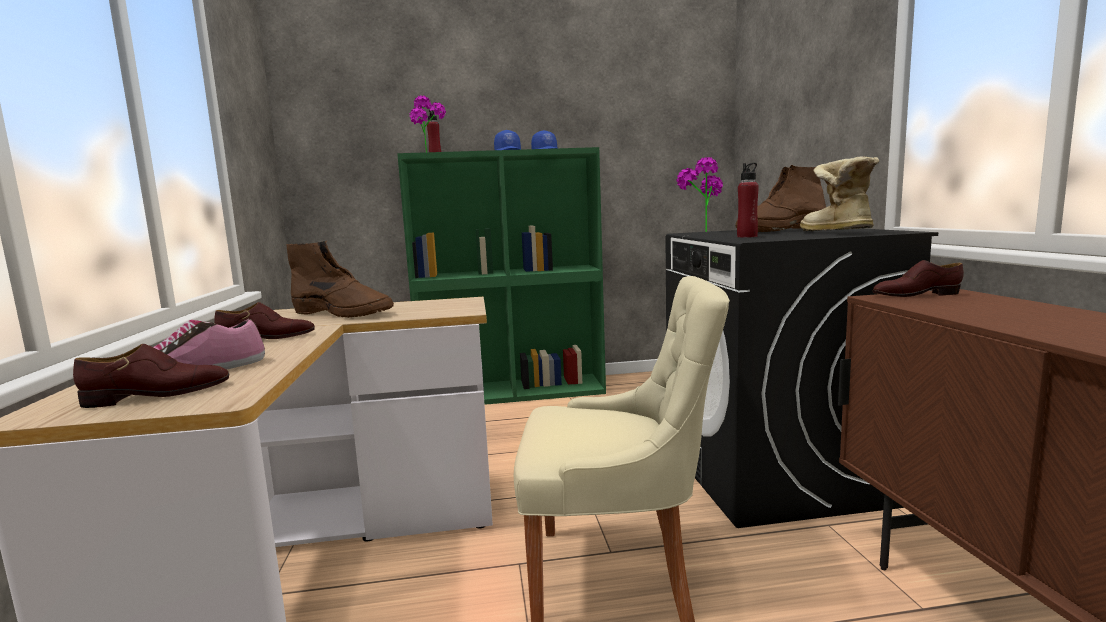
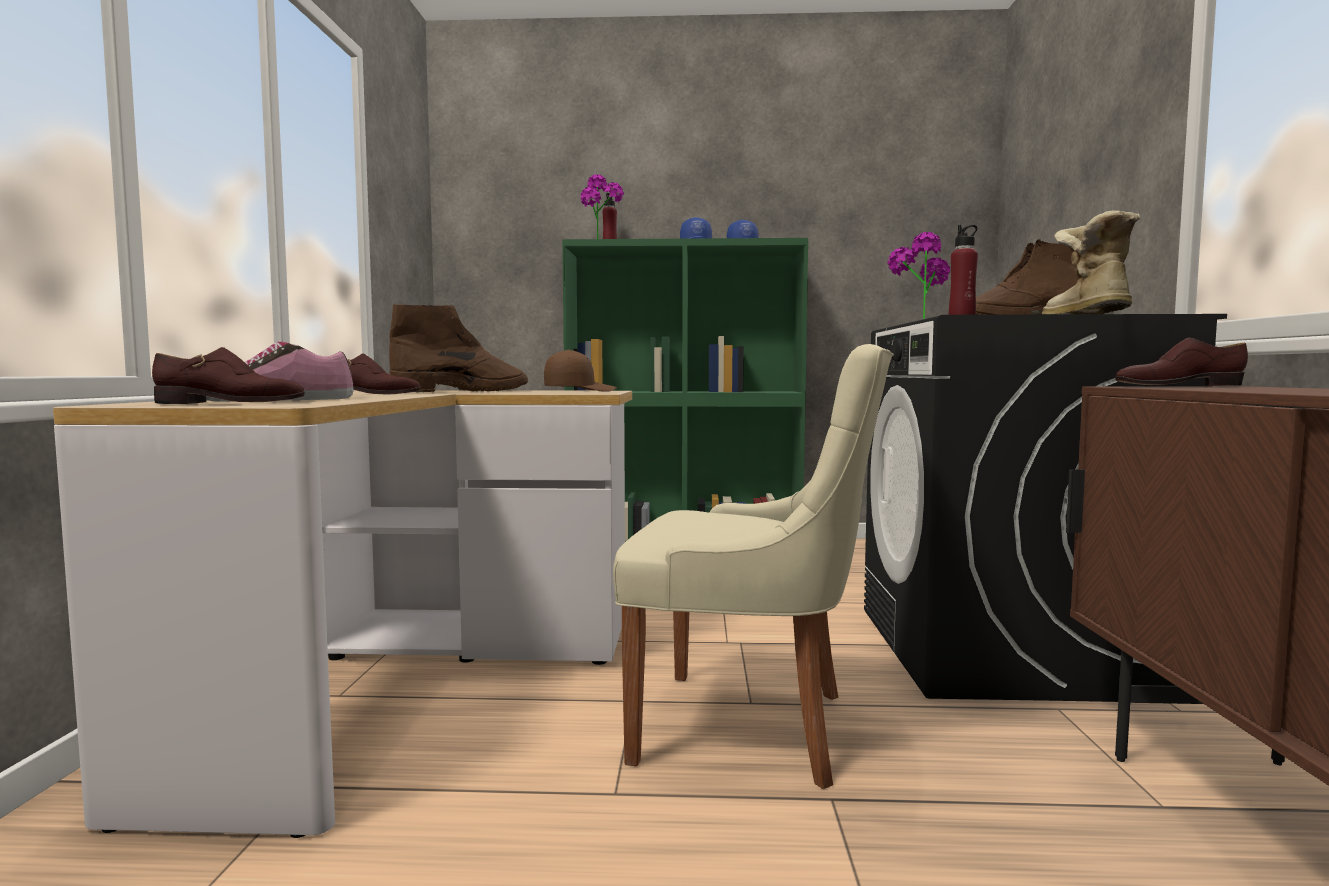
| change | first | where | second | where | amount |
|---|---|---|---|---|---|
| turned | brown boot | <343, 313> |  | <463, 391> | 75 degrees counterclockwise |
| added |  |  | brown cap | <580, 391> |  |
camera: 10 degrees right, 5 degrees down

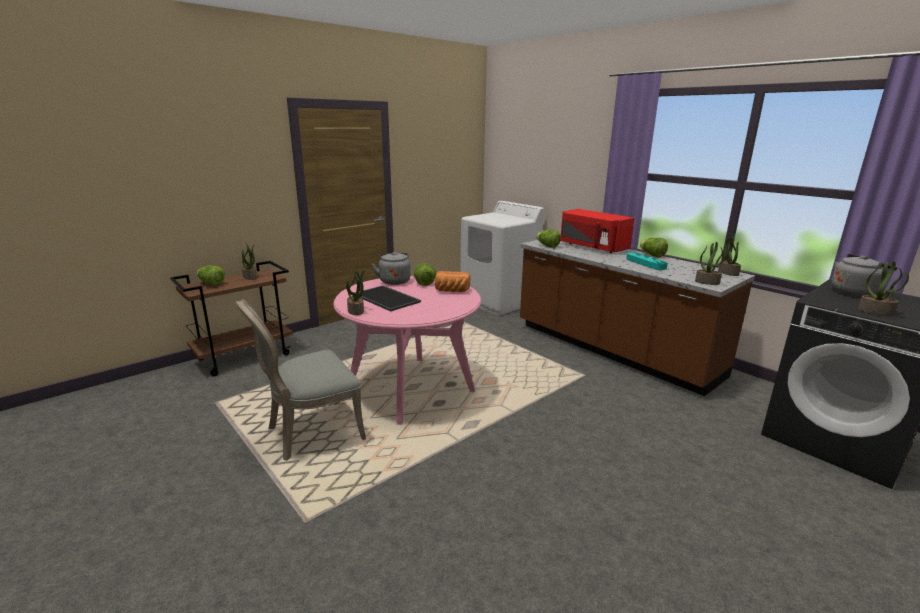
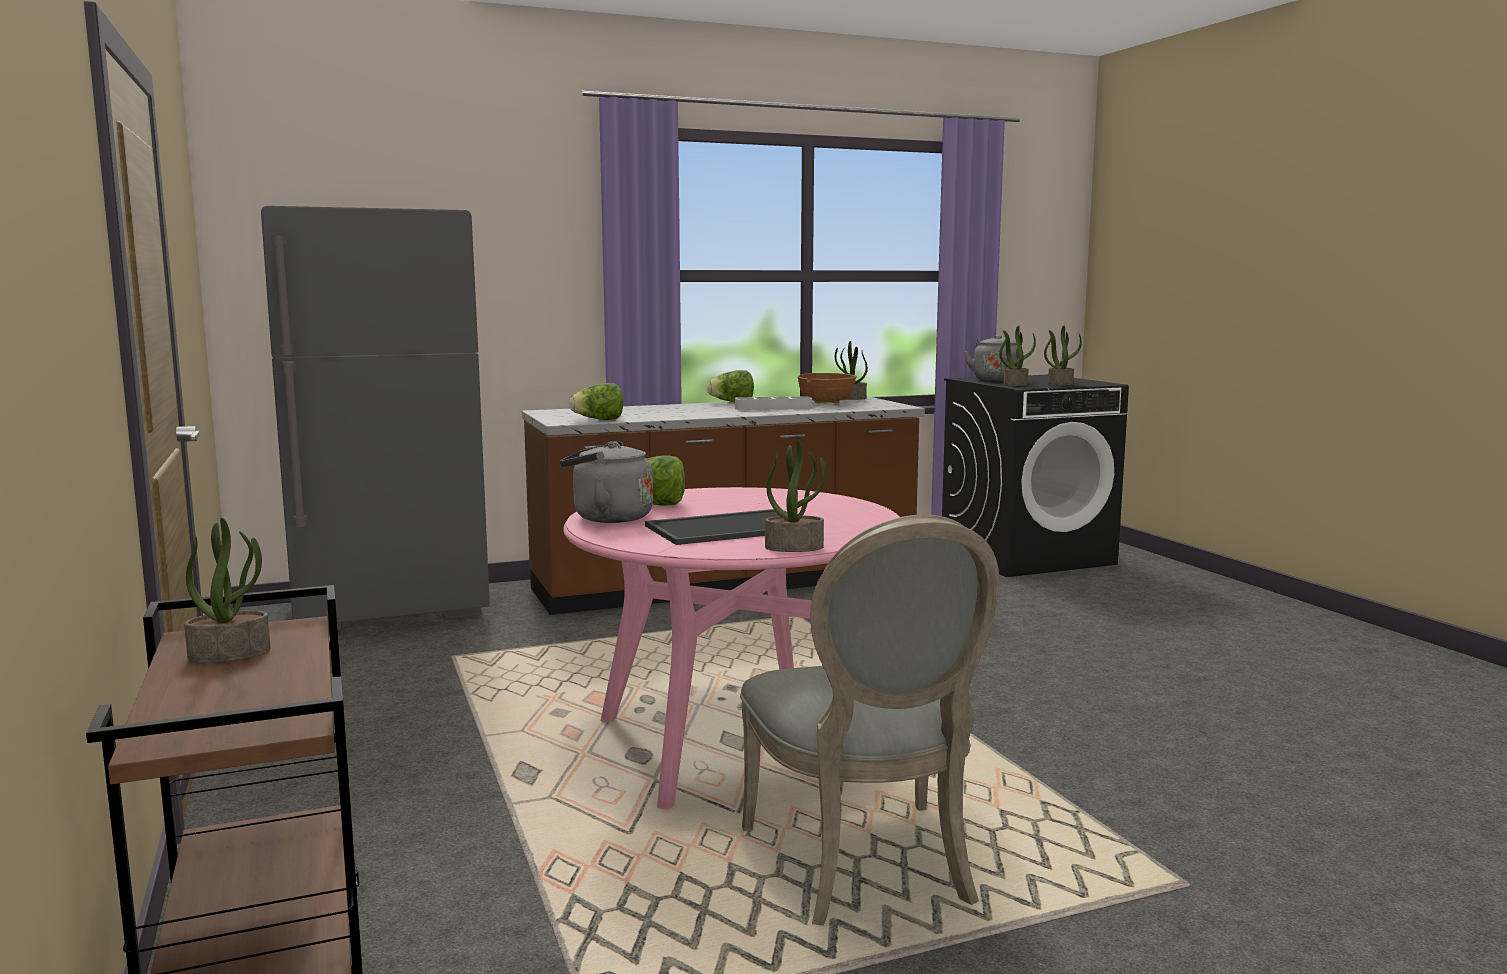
| change | first | where | second | where | amount |
|---|---|---|---|---|---|
| removed | lettuce | <211, 284> |  |  |  |
| removed | bread | <451, 291> |  |  |  |
| replaced | white washing machine | <499, 302> | grey fridge | <391, 613> |  |
| removed | red microwave | <592, 247> |  |  |  |
| recoloured | turquoise tray | <645, 264> | grey tray | <773, 408> |  |
| moved | potted plant | <707, 282> |  | <1015, 384> |  |
| added |  |  | brown bowl | <826, 403> |  |
camera: 70 degrees left, 10 degrees down

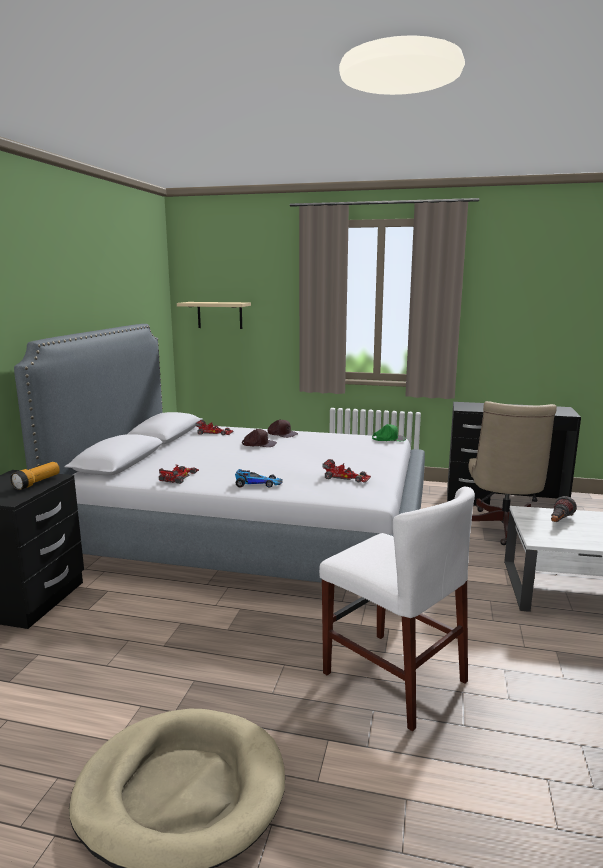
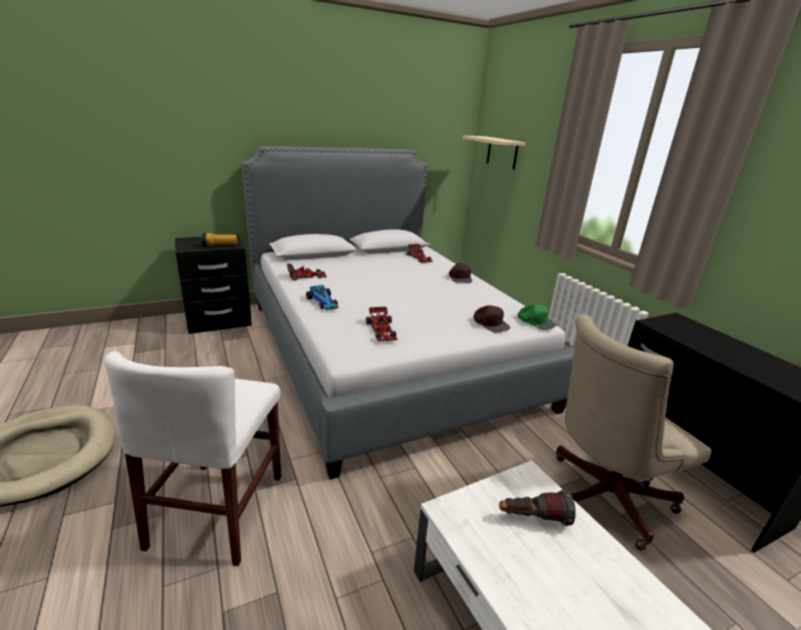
| change | first | where | second | where | amount |
|---|---|---|---|---|---|
| moved | brown cap | <259, 444> |  | <490, 323> |  |
camera: 50 degrees right, 10 degrees up

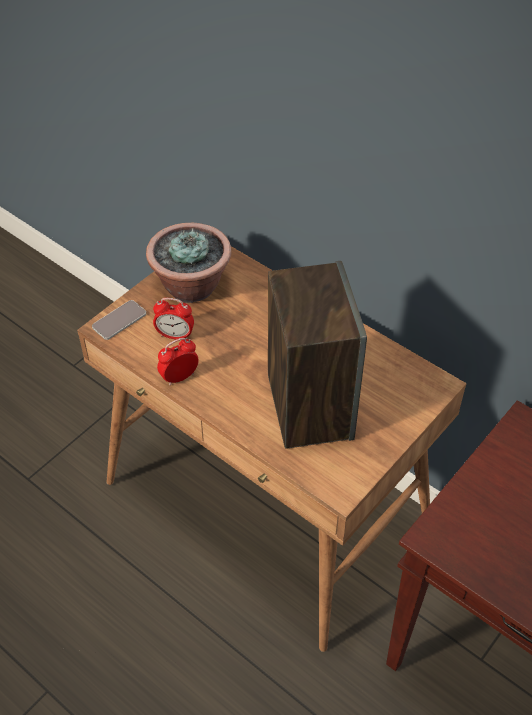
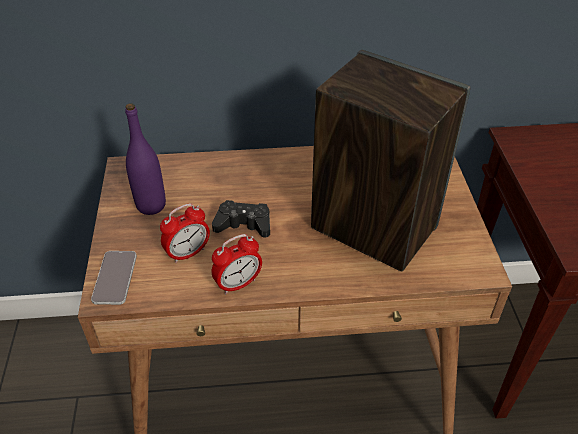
| change | first | where | second | where | amount |
|---|---|---|---|---|---|
| replaced | potted plant | <191, 287> | purple bottle | <151, 205> |  |
| turned | alarm clock | <179, 377> |  | <238, 284> | 135 degrees counterclockwise |
| added |  |  | black game controller | <244, 224> |  |
camera: 45 degrees left, 5 degrees down

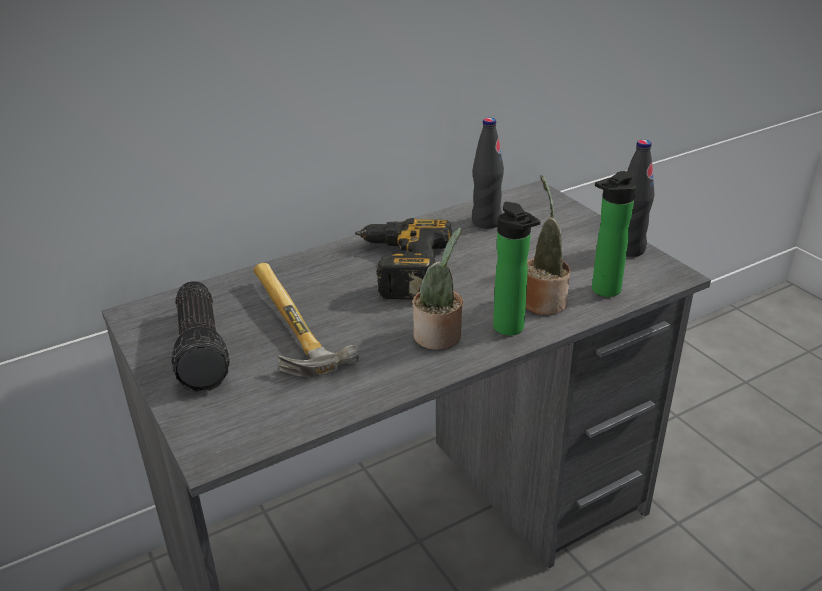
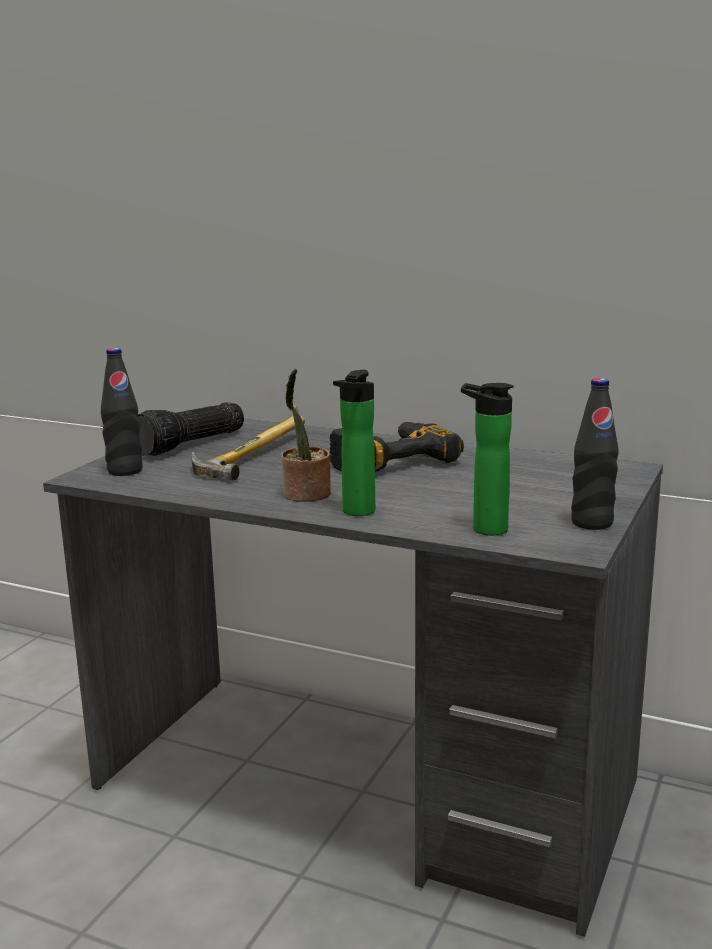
| change | first | where | second | where | amount |
|---|---|---|---|---|---|
| moved | black bottle | <486, 222> |  | <125, 471> |  |
| removed | potted plant | <543, 300> |  |  |  |
camera: 55 degrees right, 15 degrees down

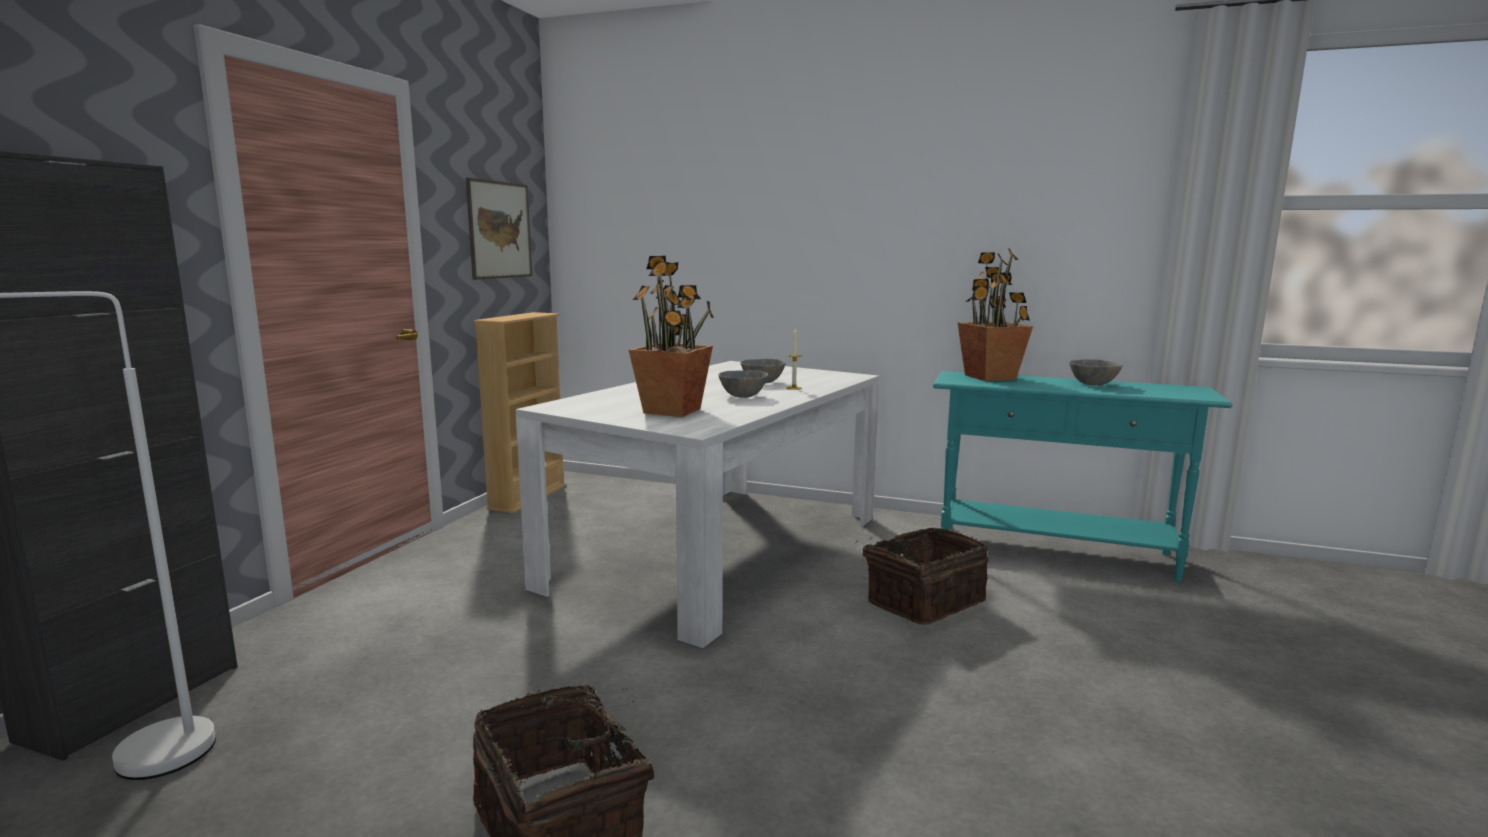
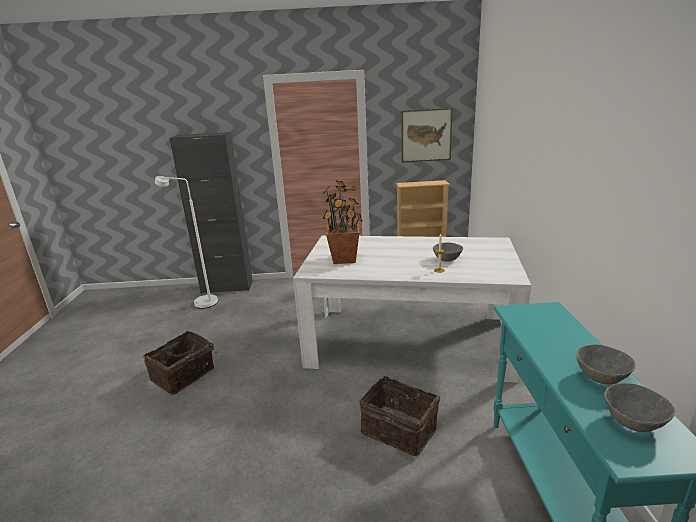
| change | first | where | second | where | amount |
|---|---|---|---|---|---|
| moved | grey bowl | <743, 396> |  | <632, 422> |  |
| removed | potted plant | <989, 377> |  |  |  |
camera: 70 degrees right, 10 degrees up

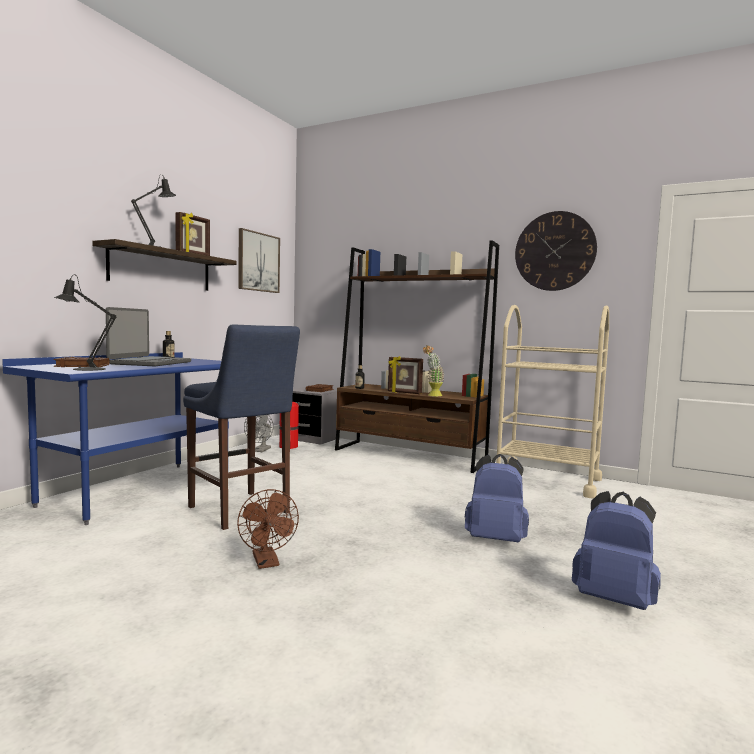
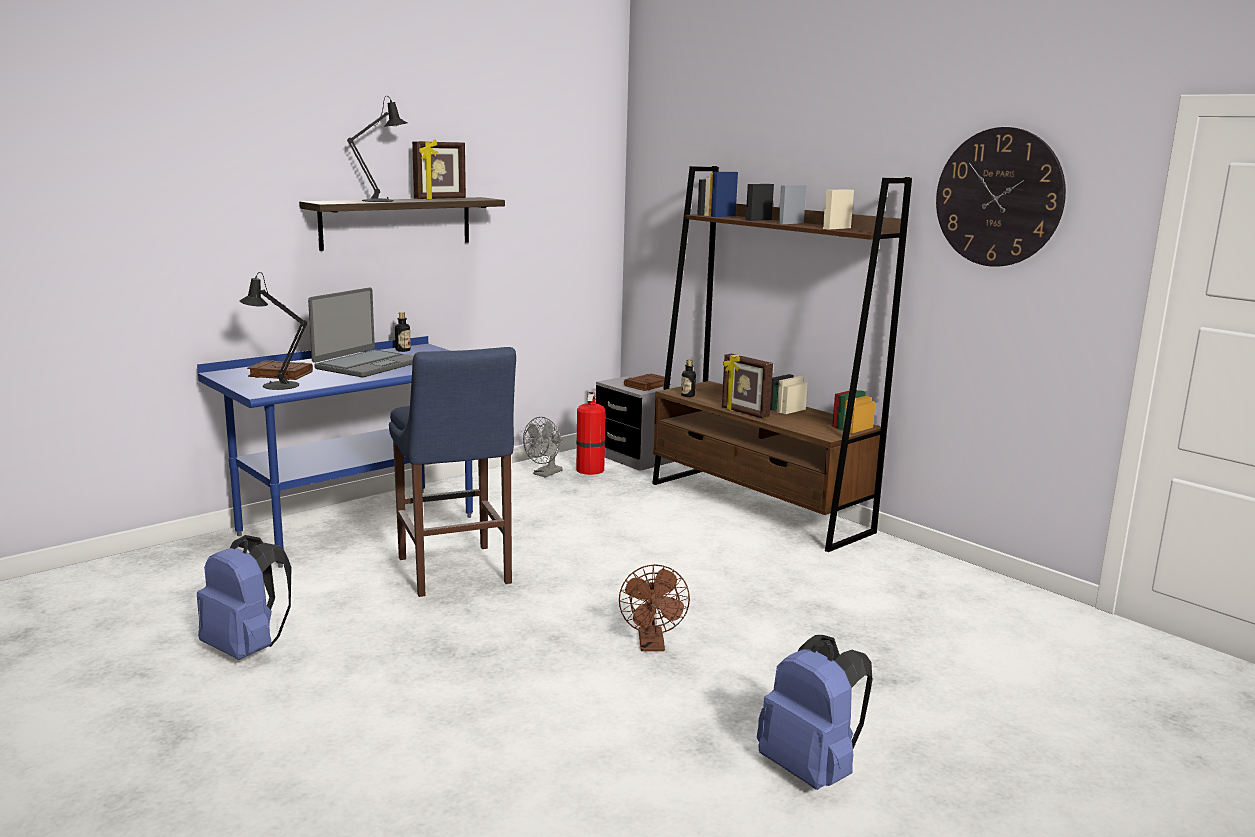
| change | first | where | second | where | amount |
|---|---|---|---|---|---|
| moved | brown fan | <267, 563> |  | <652, 645> |  |
| removed | picture | <258, 262> |  |  |  |
| removed | potted plant | <432, 395> |  |  |  |
| moved | blue backpack | <495, 539> |  | <247, 649> |  |
| removed | beige cart | <547, 480> |  |  |  |
camera: 20 degrees right, 10 degrees up

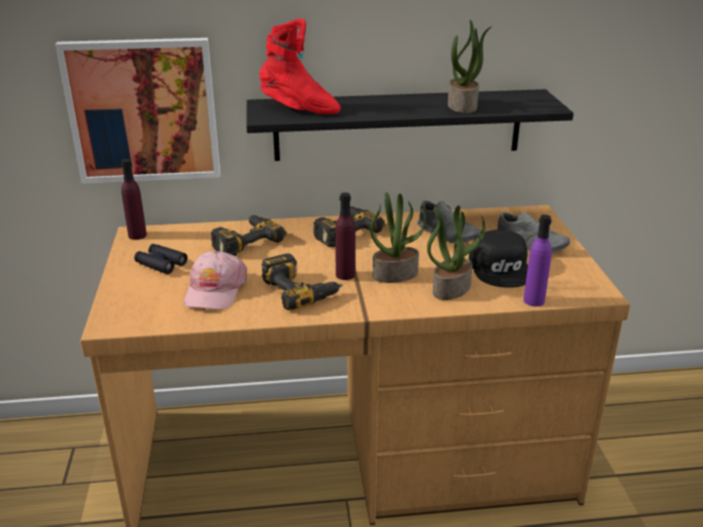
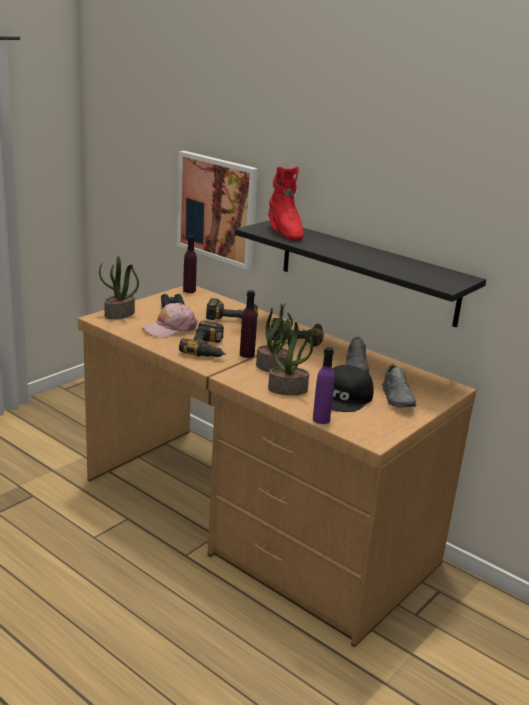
| change | first | where | second | where | amount |
|---|---|---|---|---|---|
| moved | potted plant | <463, 106> |  | <119, 314> |  |
camera: 45 degrees right, 5 degrees down

